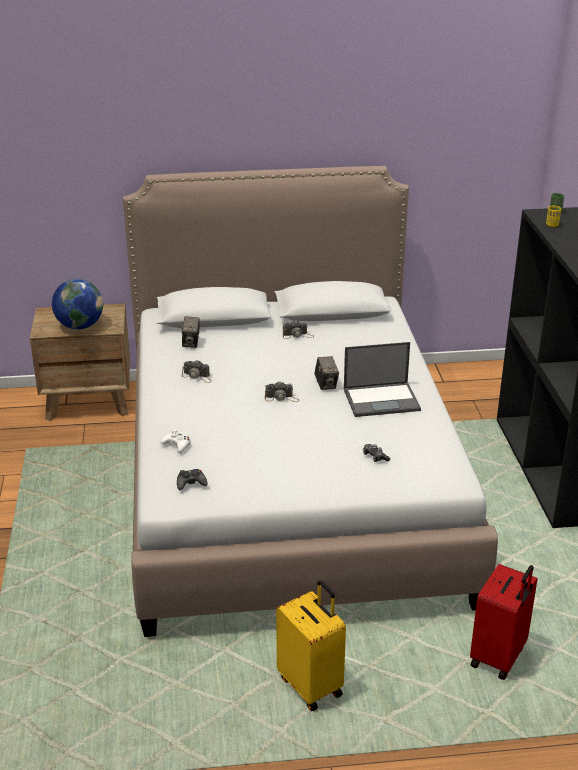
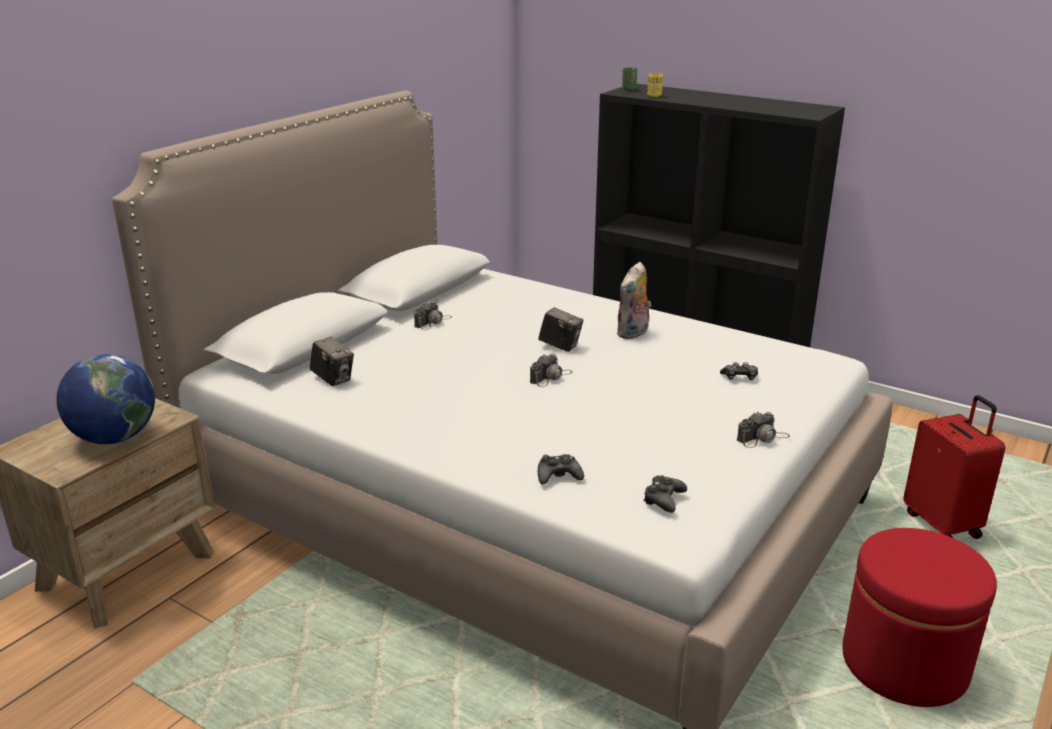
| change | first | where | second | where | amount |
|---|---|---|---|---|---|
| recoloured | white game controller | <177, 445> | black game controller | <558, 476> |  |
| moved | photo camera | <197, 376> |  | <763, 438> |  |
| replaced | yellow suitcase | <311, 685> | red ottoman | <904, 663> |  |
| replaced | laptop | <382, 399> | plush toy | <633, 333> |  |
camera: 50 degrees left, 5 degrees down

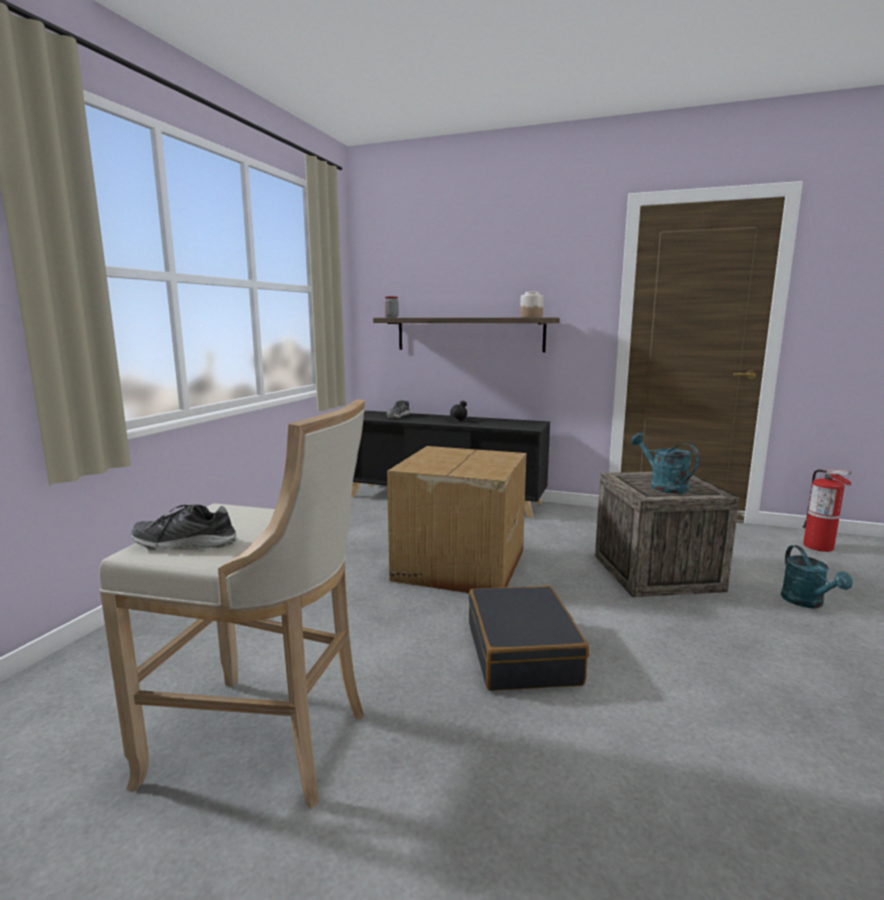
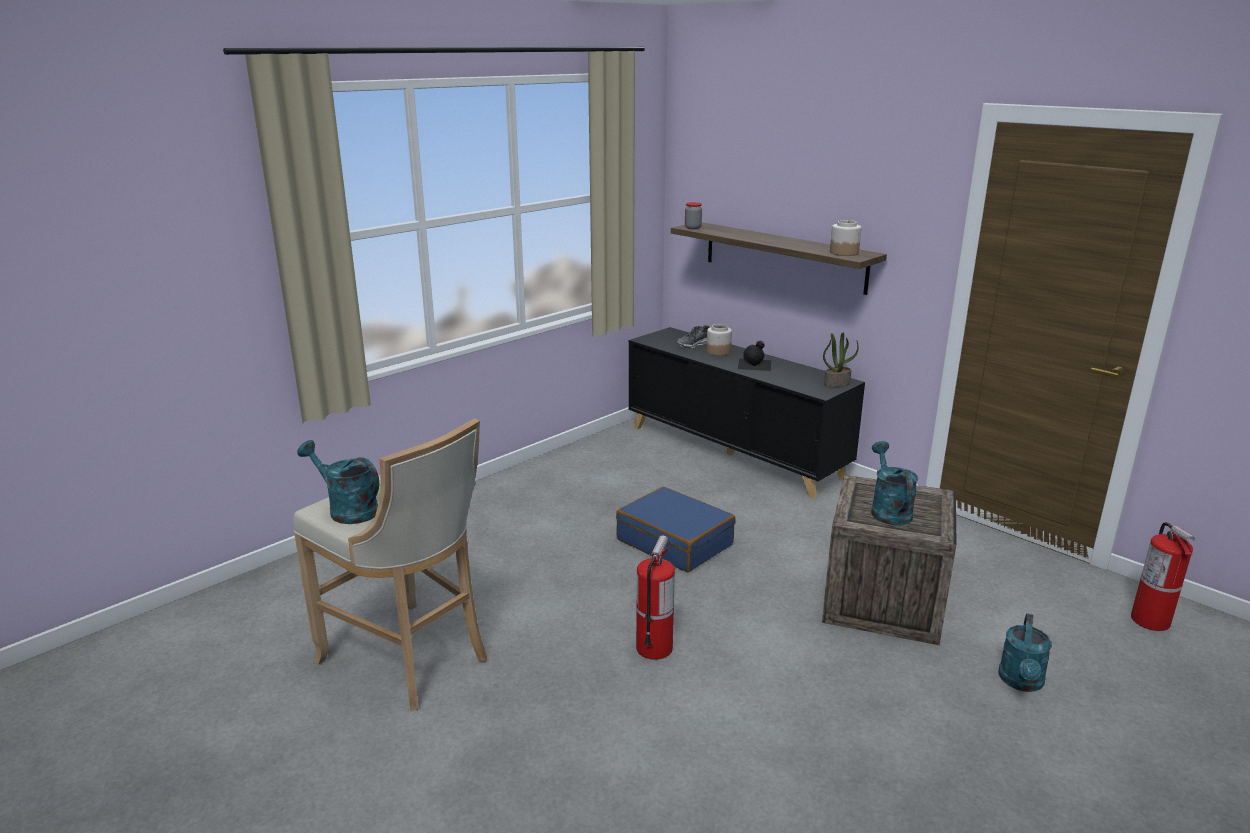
| change | first | where | second | where | amount |
|---|---|---|---|---|---|
| replaced | shoe | <185, 544> | turquoise watering can | <347, 510> |  |
| replaced | cardboard box | <458, 566> | blue suitcase | <675, 542> |  |
| replaced | black suitcase | <523, 653> | fire extinguisher | <654, 647> |  |
| added |  |  | jar | <718, 352> |  |
| added |  |  | potted plant | <837, 383> |  |
camera: 25 degrees right, 10 degrees up

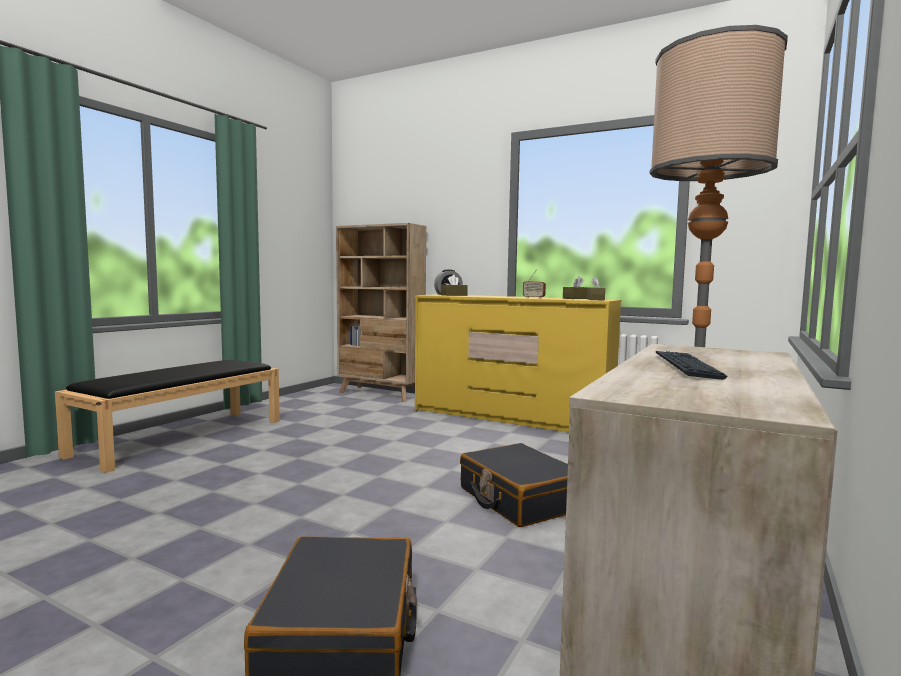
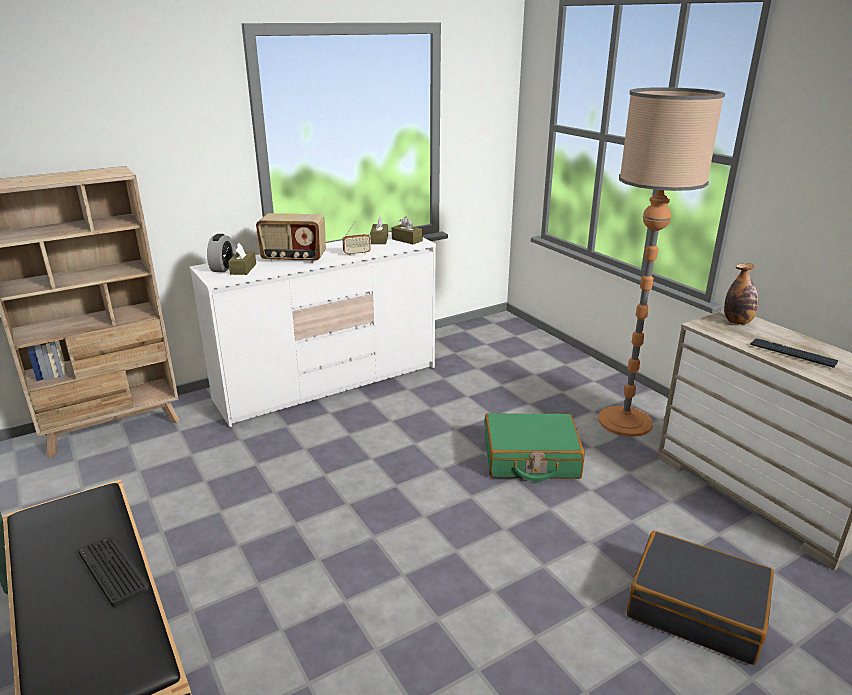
| change | first | where | second | where | amount |
|---|---|---|---|---|---|
| recoloured | yellow dresser | <510, 418> | white dresser | <328, 383> |  |
| recoloured | black suitcase | <519, 499> | green suitcase | <530, 459> |  |
| added |  |  | keyboard | <113, 570> |  |
| added |  |  | radio | <293, 258> |  |
| added |  |  | bottle | <737, 322> |  |
camera: 60 degrees left, 20 degrees up

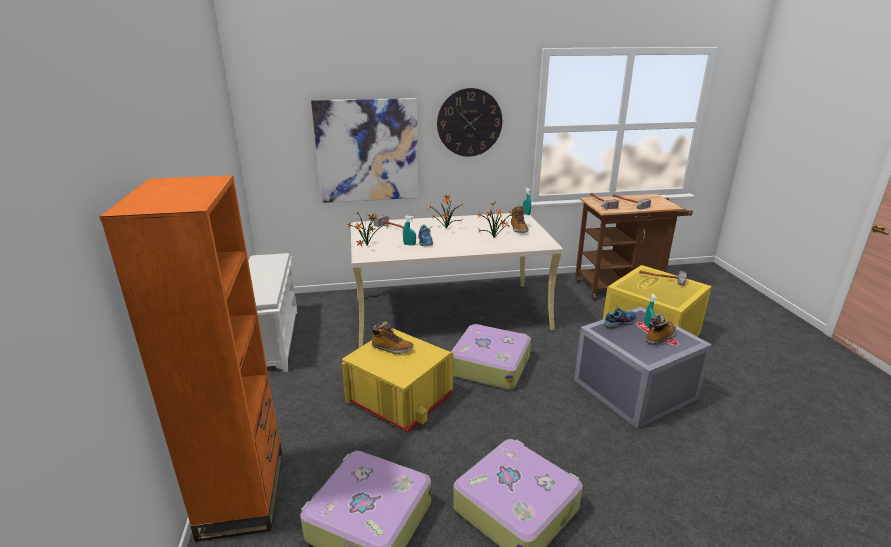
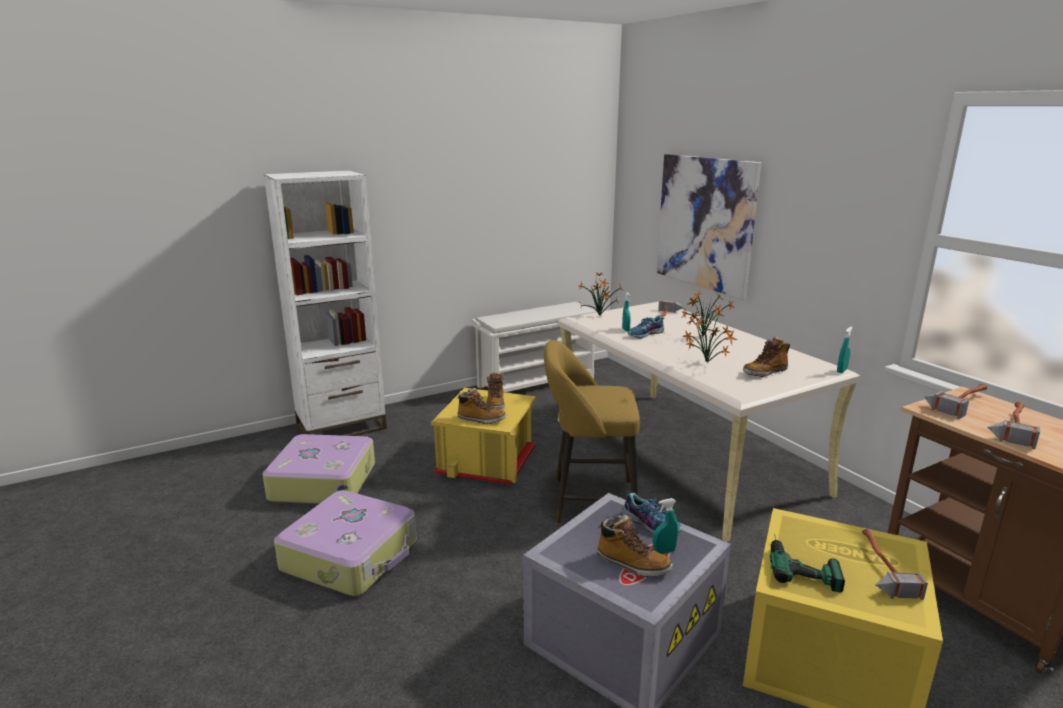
| change | first | where | second | where | amount |
|---|---|---|---|---|---|
| recoloured | orange bookcase | <243, 494> | white bookcase | <341, 427> |  |
| removed | wall clock | <469, 122> |  |  |  |
| replaced | suitcase | <490, 365> | yellow stool | <588, 502> |  |
| added |  |  | boot | <481, 419> |  |
| added |  |  | power drill | <801, 564> |  |
camera: 70 degrees right, 5 degrees down

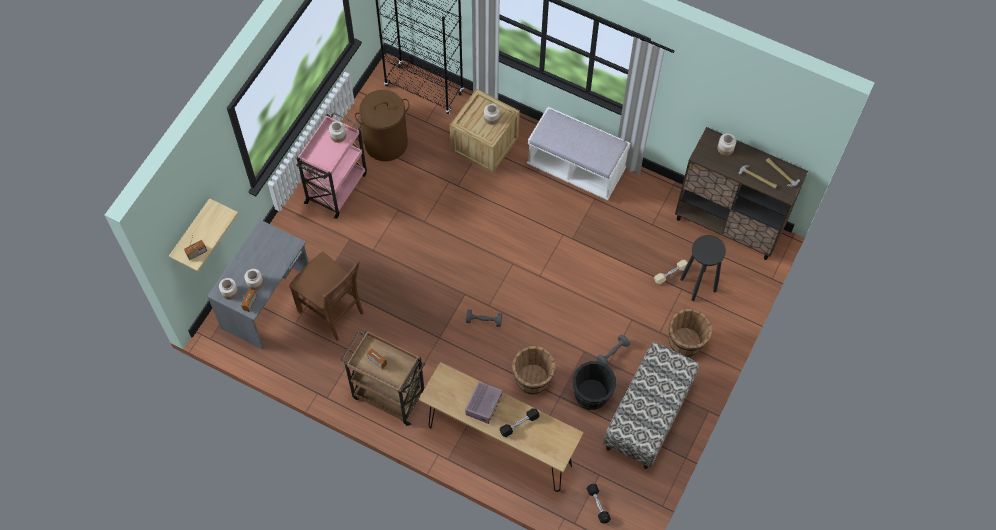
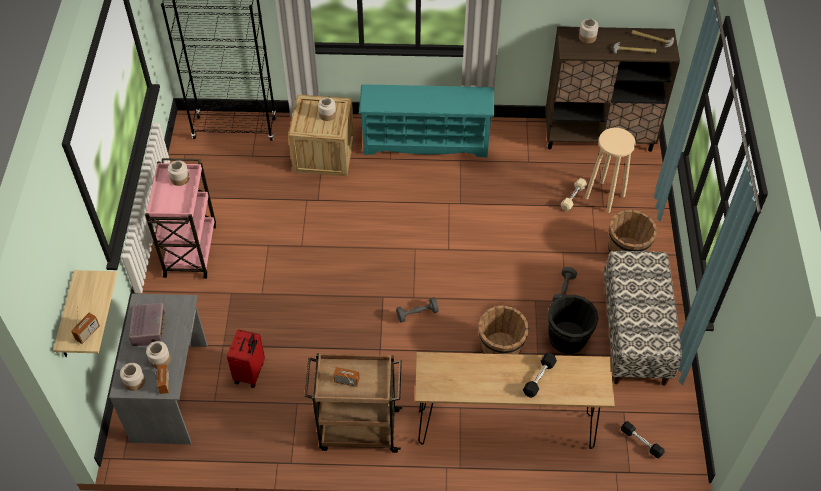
| change | first | where | second | where | amount |
|---|---|---|---|---|---|
| replaced | brown chair | <332, 312> | red suitcase | <250, 373> |  |
| removed | brown laundry basket | <386, 143> |  |  |  |
| moved | radio | <484, 405> |  | <149, 329> |  |
| replaced | white bench | <576, 168> | turquoise shoe rack | <426, 141> |  |
| recoloured | black stool | <697, 285> | beige stool | <604, 197> |  |
camera: 25 degrees left, 10 degrees down

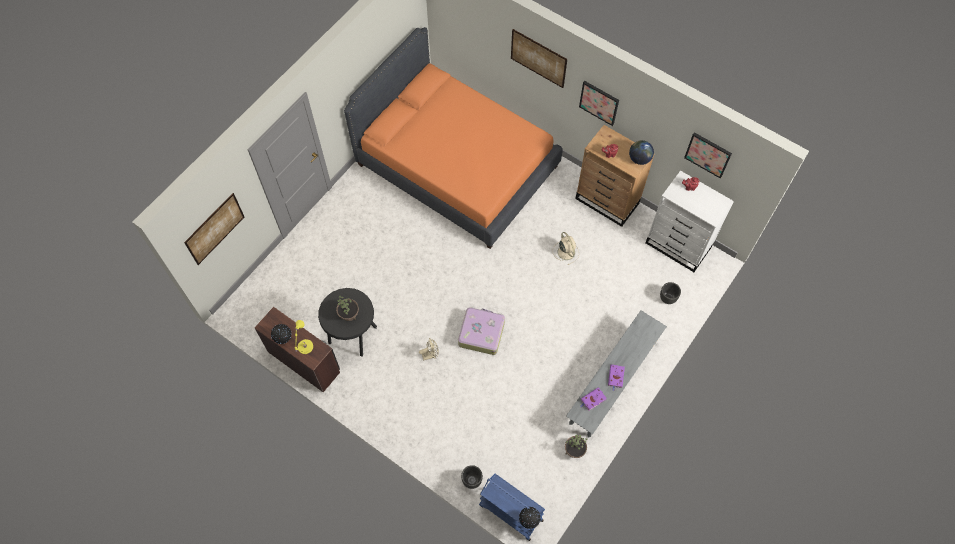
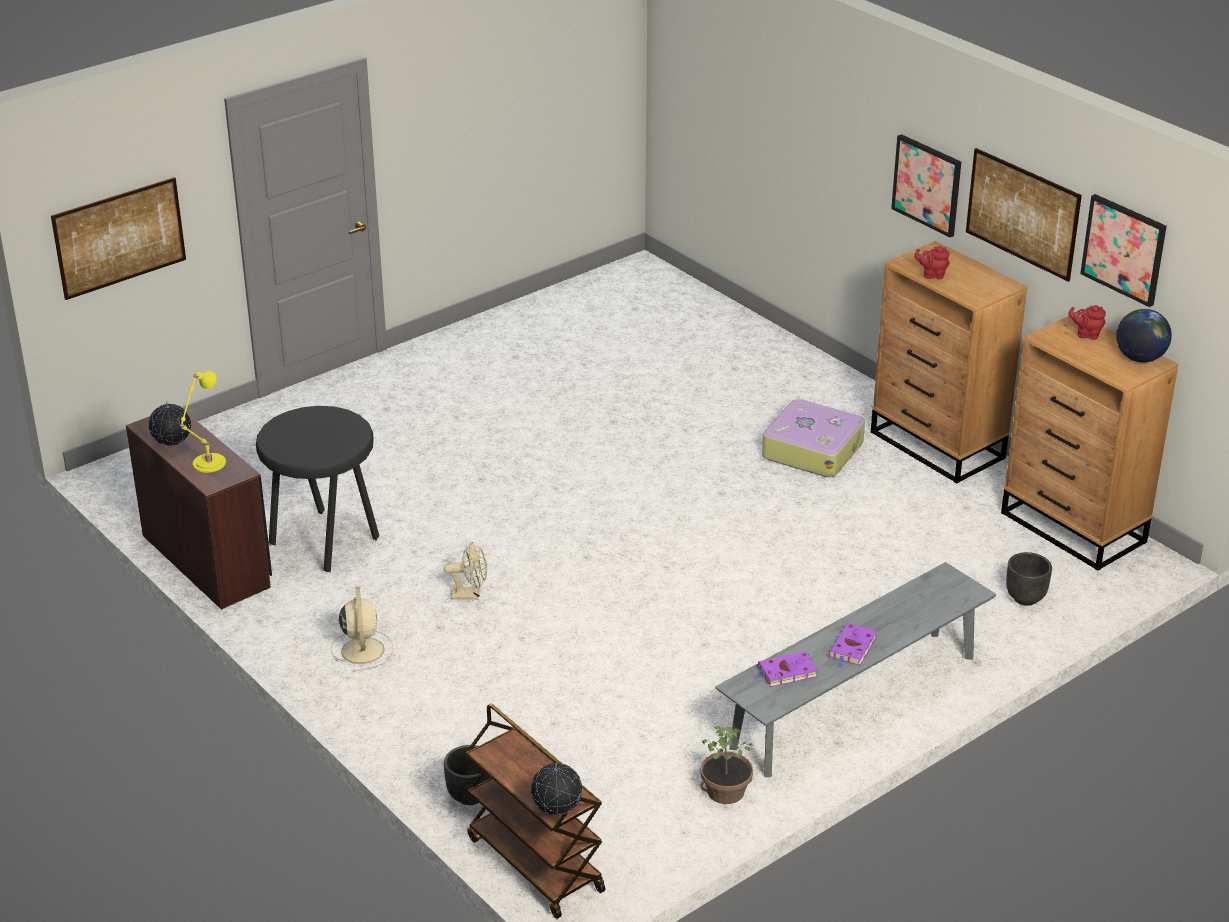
| change | first | where | second | where | amount |
|---|---|---|---|---|---|
| removed | potted plant | <349, 313> |  |  |  |
| removed | orange bed | <457, 165> |  |  |  |
| moved | suitcase | <481, 333> |  | <812, 450> |  |
| recoloured | blue cart | <510, 512> | brown cart | <534, 864> |  |
| moved | picture | <538, 58> |  | <1022, 213> |  |
| moved | beige fan | <566, 251> |  | <362, 649> |  |
| moved | globe | <639, 159> |  | <1140, 358> |  |
| recoloured | white dresser | <678, 246> | brown dresser | <1074, 528> |  |
camera: 15 degrees right, 30 degrees down

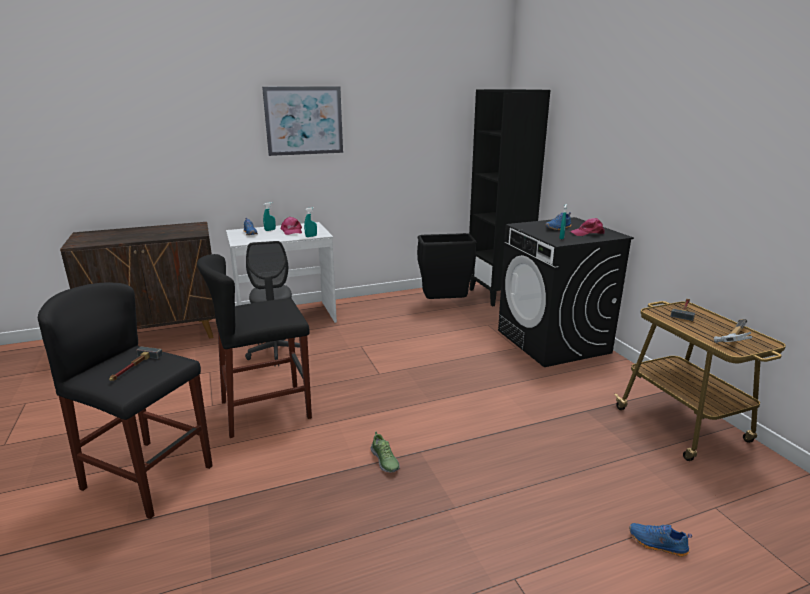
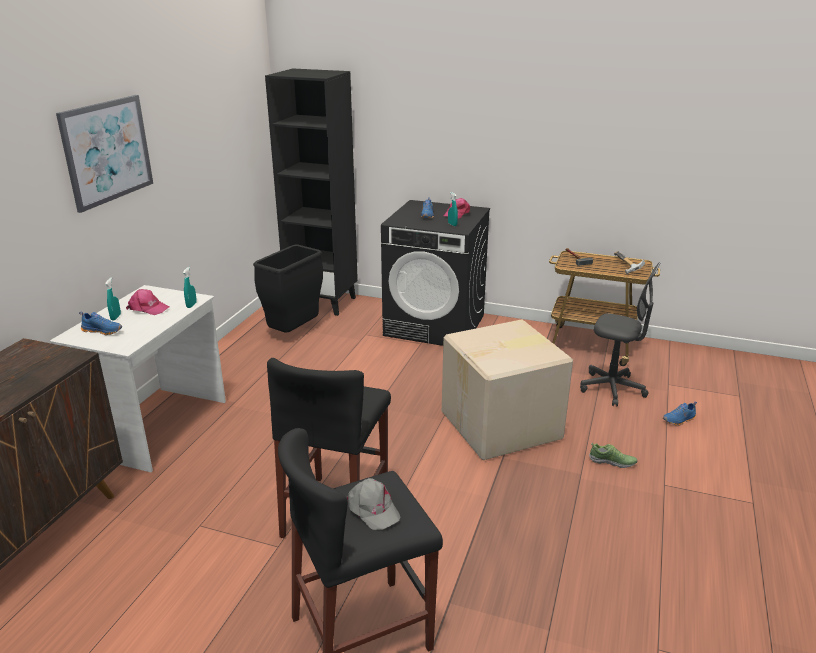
| change | first | where | second | where | amount |
|---|---|---|---|---|---|
| replaced | hammer | <133, 368> | grey cap | <372, 509> |  |
| moved | grey office chair | <276, 352> |  | <612, 389> |  |
| moved | shoe | <385, 461> |  | <612, 462> |  |
| added |  |  | cardboard box | <502, 426> |  |
camera: 50 degrees left, 5 degrees up

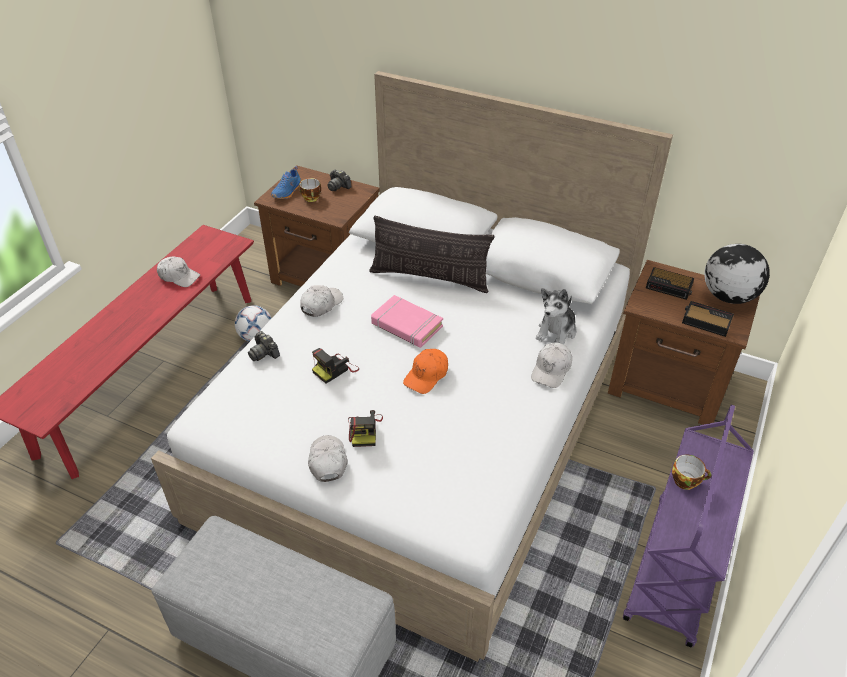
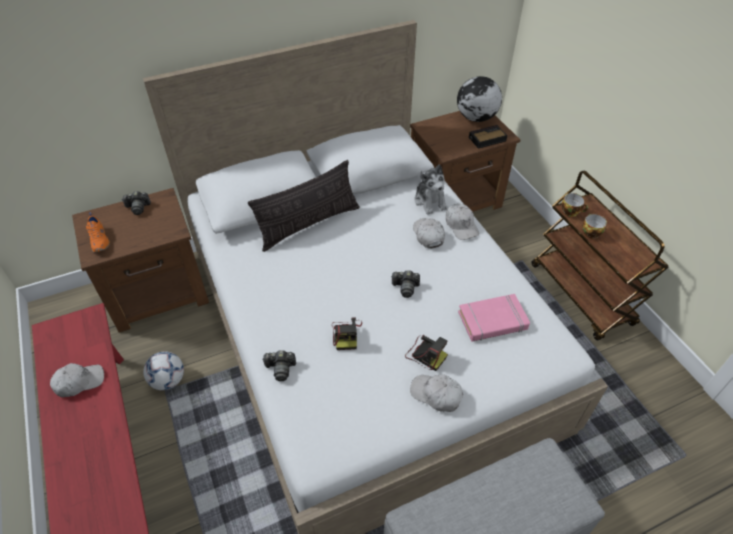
| change | first | where | second | where | amount |
|---|---|---|---|---|---|
| recoloured | blue shoe | <287, 192> | orange shoe | <100, 240> |  |
| moved | cup | <312, 198> |  | <571, 212> |  |
| moved | white cap | <321, 304> |  | <428, 235> |  |
| moved | pink book | <406, 325> |  | <492, 321> |  |
| replaced | orange cap | <427, 375> | photo camera | <405, 287> |  |
| recoloured | purple cart | <674, 571> | brown cart | <582, 295> |  |
| removed | alarm clock | <670, 287> |  |  |  |
camera: 50 degrees left, 5 degrees up

